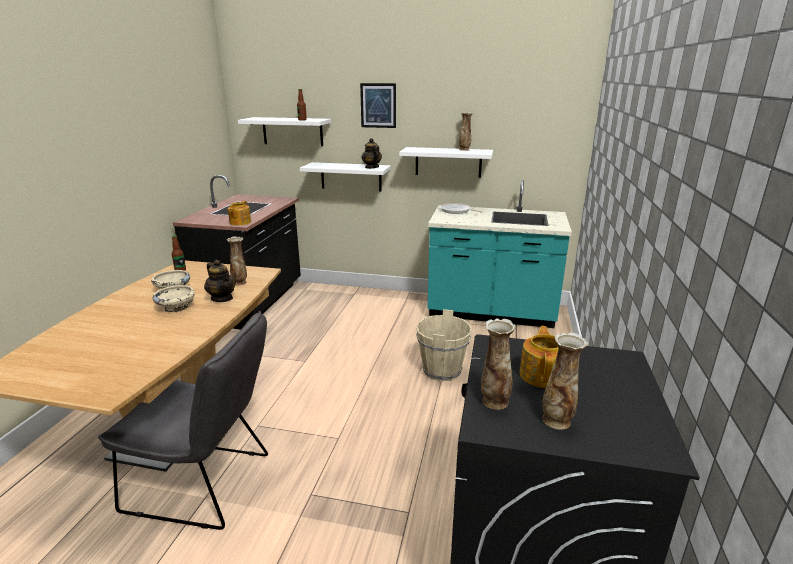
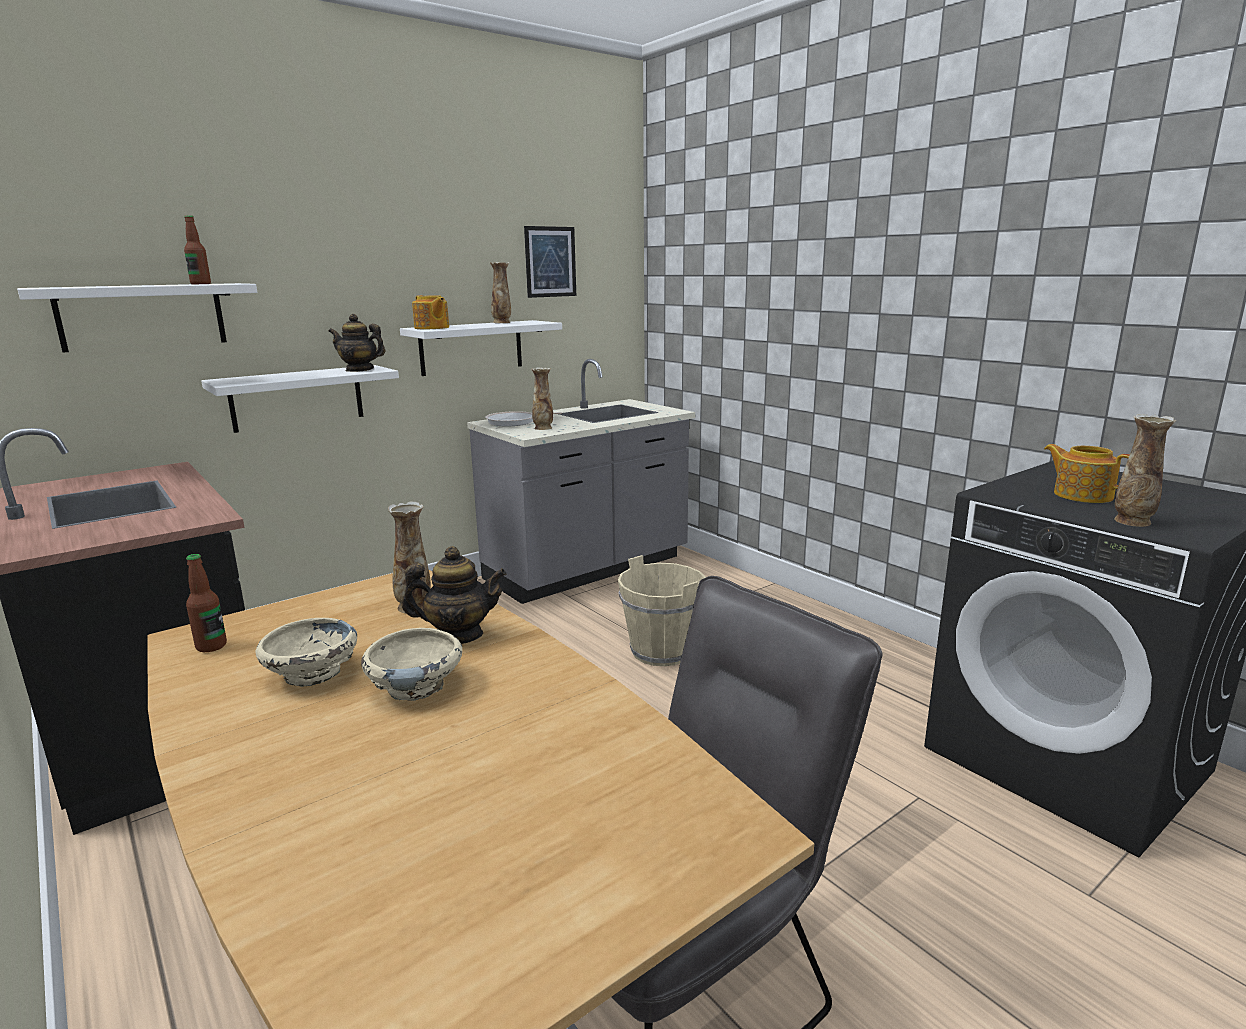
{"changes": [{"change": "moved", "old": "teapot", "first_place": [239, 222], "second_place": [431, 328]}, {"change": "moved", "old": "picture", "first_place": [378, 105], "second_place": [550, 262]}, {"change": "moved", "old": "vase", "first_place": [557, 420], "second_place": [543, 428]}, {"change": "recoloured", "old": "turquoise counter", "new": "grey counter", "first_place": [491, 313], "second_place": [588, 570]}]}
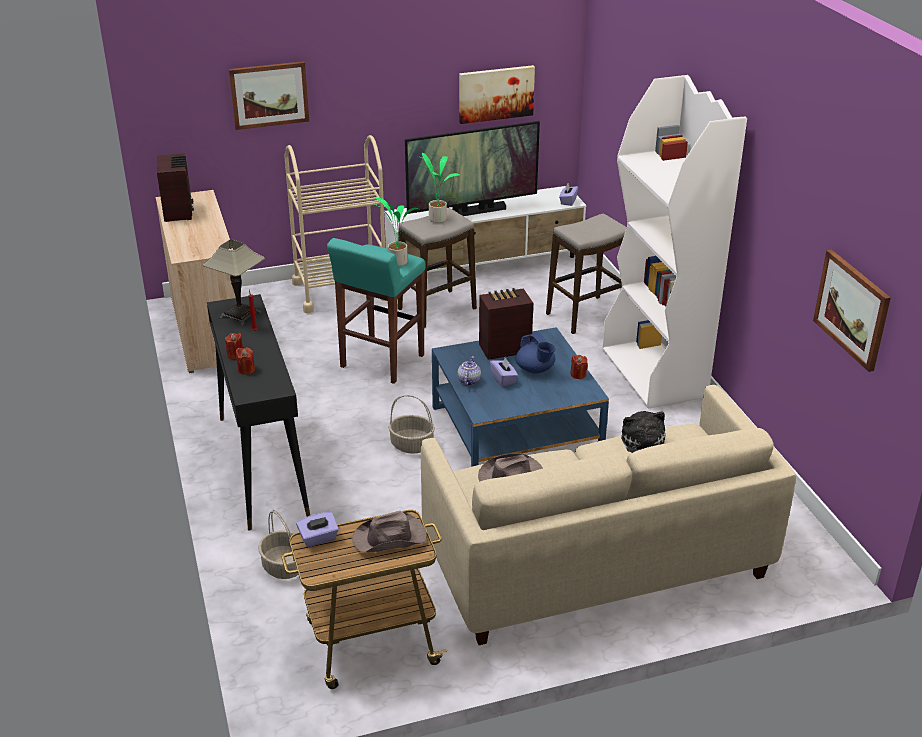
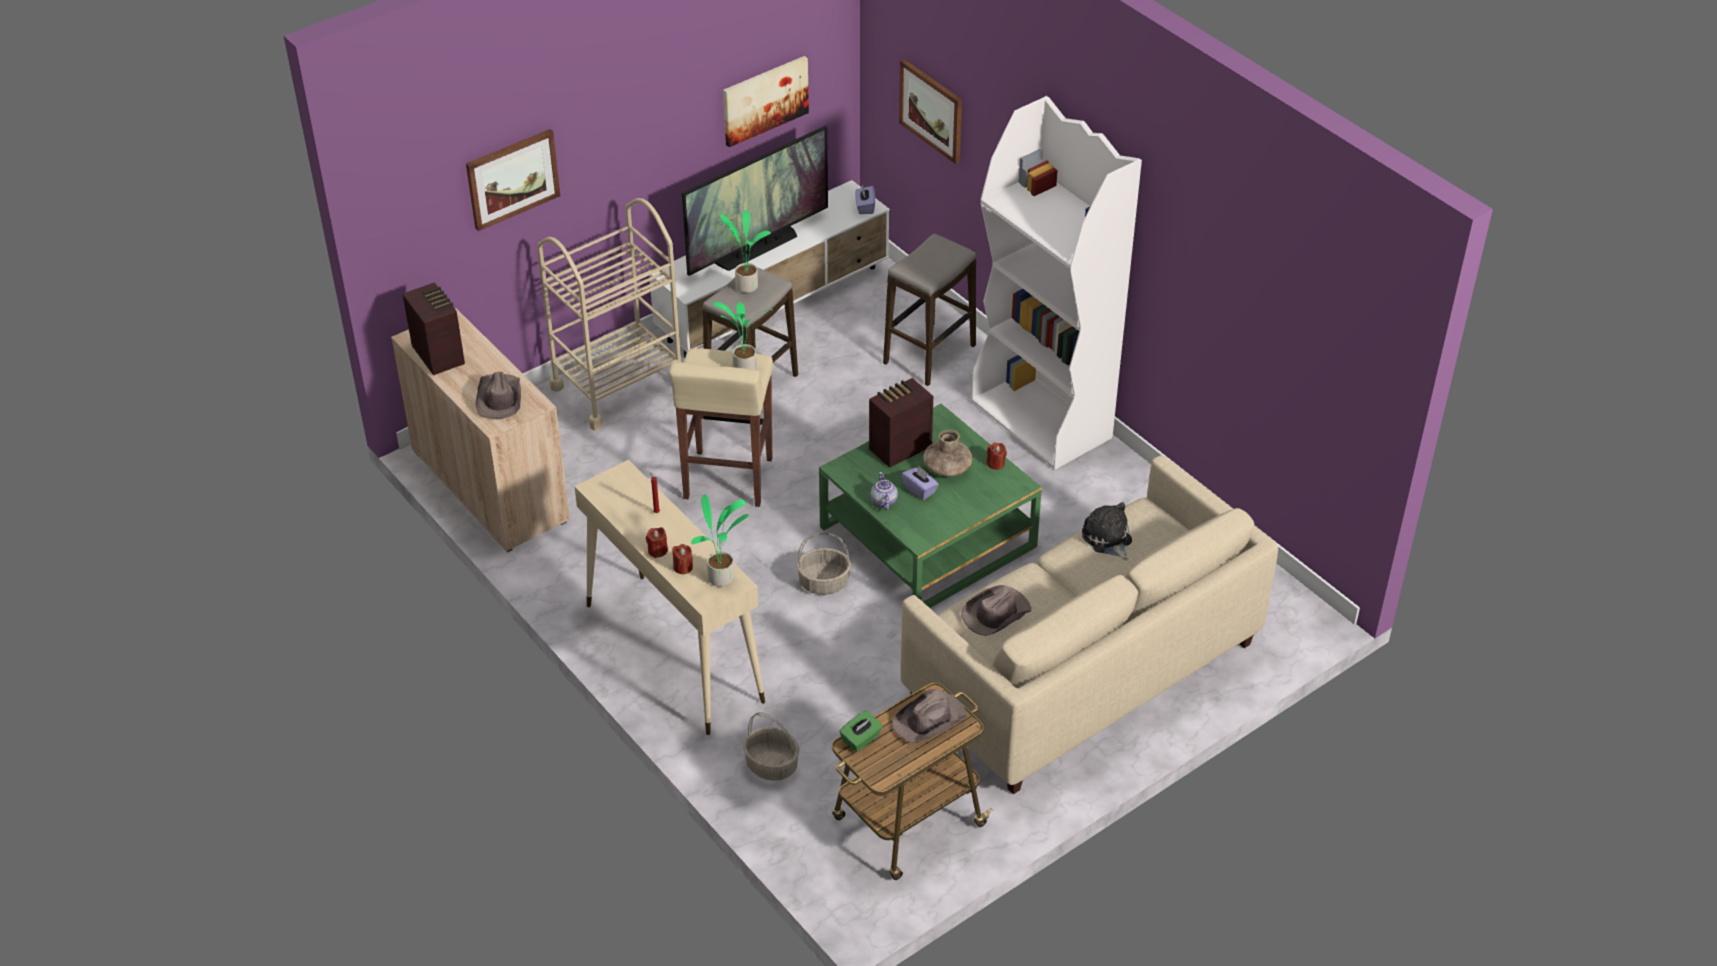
{"changes": [{"change": "removed", "old": "table lamp", "first_place": [240, 315]}, {"change": "added", "new": "brown hat", "second_place": [499, 398]}, {"change": "added", "new": "potted plant", "second_place": [722, 579]}, {"change": "moved", "old": "picture", "first_place": [852, 309], "second_place": [932, 110]}, {"change": "replaced", "old": "blue teapot", "new": "brown vase", "first_place": [535, 369], "second_place": [947, 468]}, {"change": "recoloured", "old": "black console table", "new": "beige console table", "first_place": [262, 465], "second_place": [673, 652]}, {"change": "recoloured", "old": "purple tissue box", "new": "green tissue box", "first_place": [318, 538], "second_place": [861, 739]}, {"change": "recoloured", "old": "turquoise stool", "new": "beige stool", "first_place": [381, 362], "second_place": [727, 480]}, {"change": "recoloured", "old": "blue coffee table", "new": "green coffee table", "first_place": [515, 432], "second_place": [928, 537]}]}
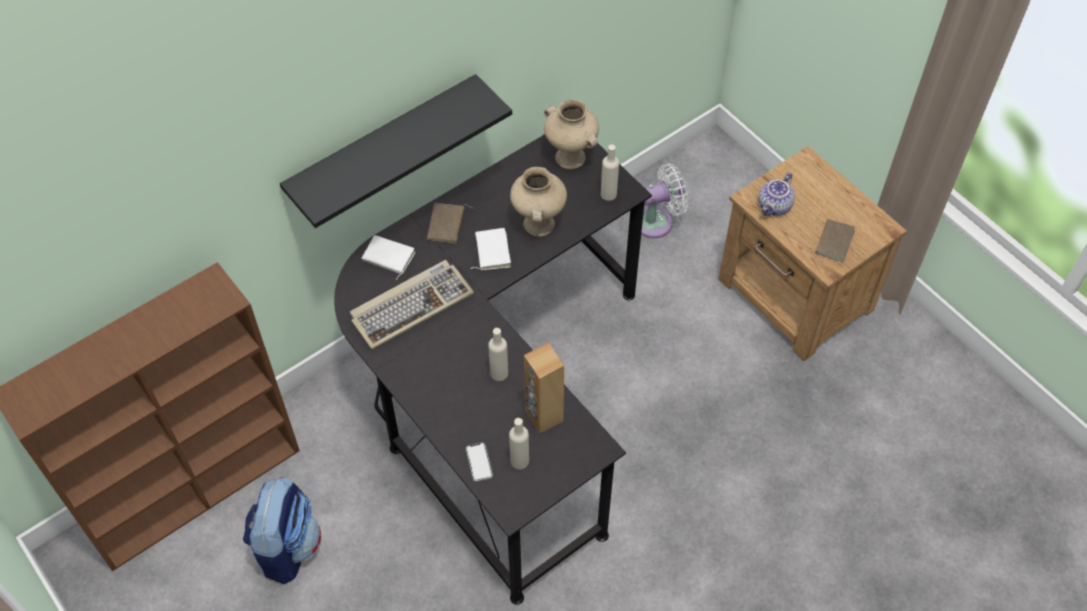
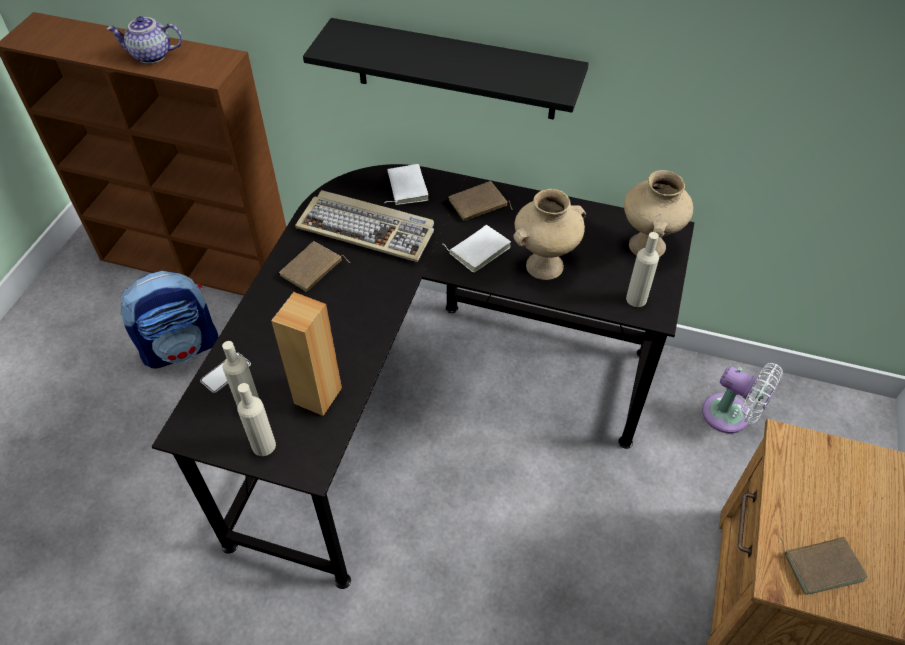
{"changes": [{"change": "added", "new": "brown book", "second_place": [312, 270]}, {"change": "moved", "old": "beige bottle", "first_place": [499, 373], "second_place": [264, 445]}, {"change": "moved", "old": "teapot", "first_place": [775, 207], "second_place": [151, 56]}]}
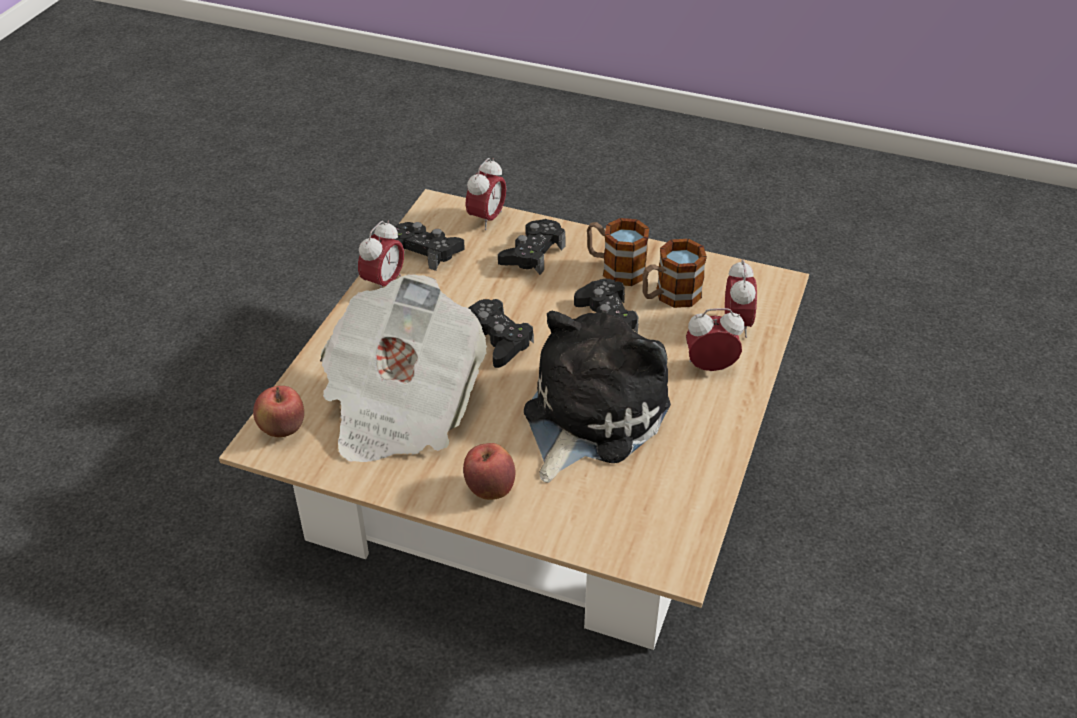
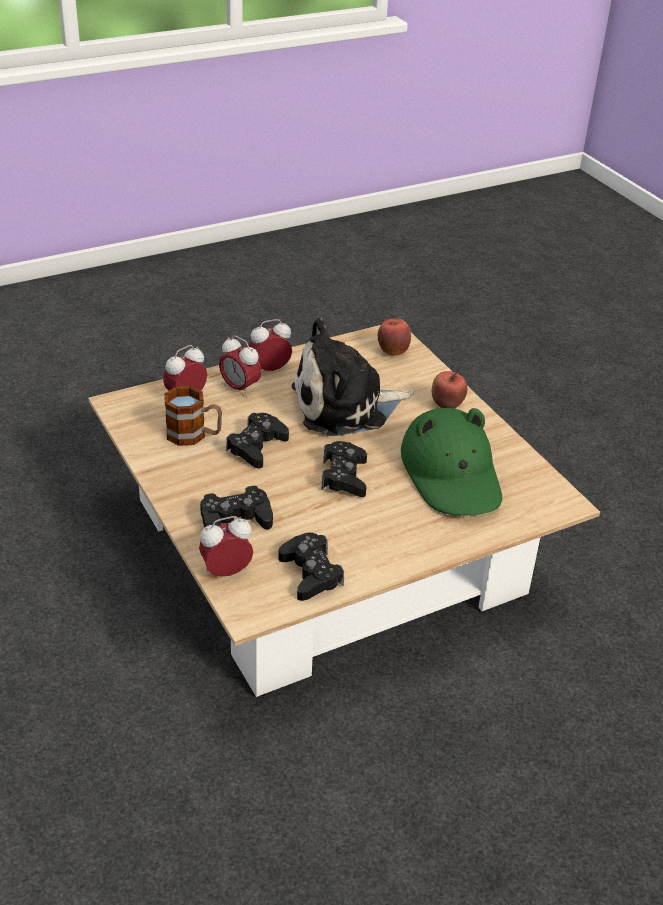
{"changes": [{"change": "removed", "old": "mug", "first_place": [615, 268]}, {"change": "moved", "old": "apple", "first_place": [283, 430], "second_place": [393, 352]}, {"change": "moved", "old": "alarm clock", "first_place": [384, 283], "second_place": [270, 369]}, {"change": "replaced", "old": "newspaper", "new": "green hat", "first_place": [401, 405], "second_place": [452, 474]}]}
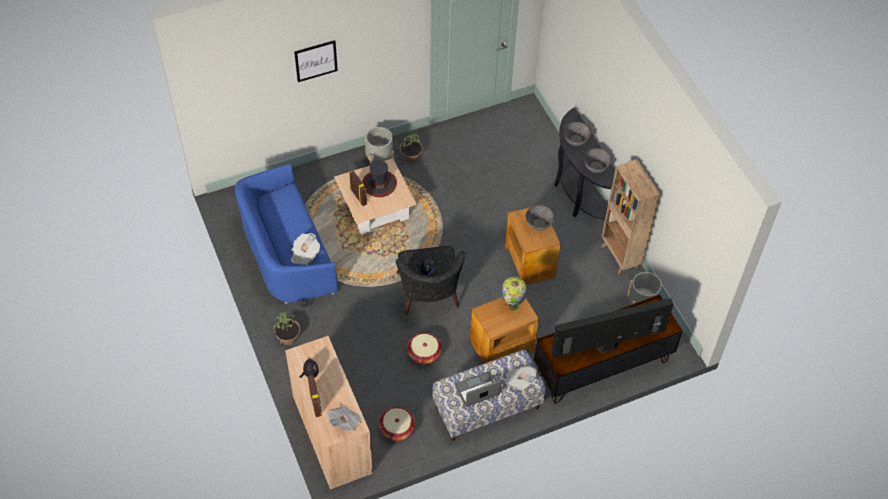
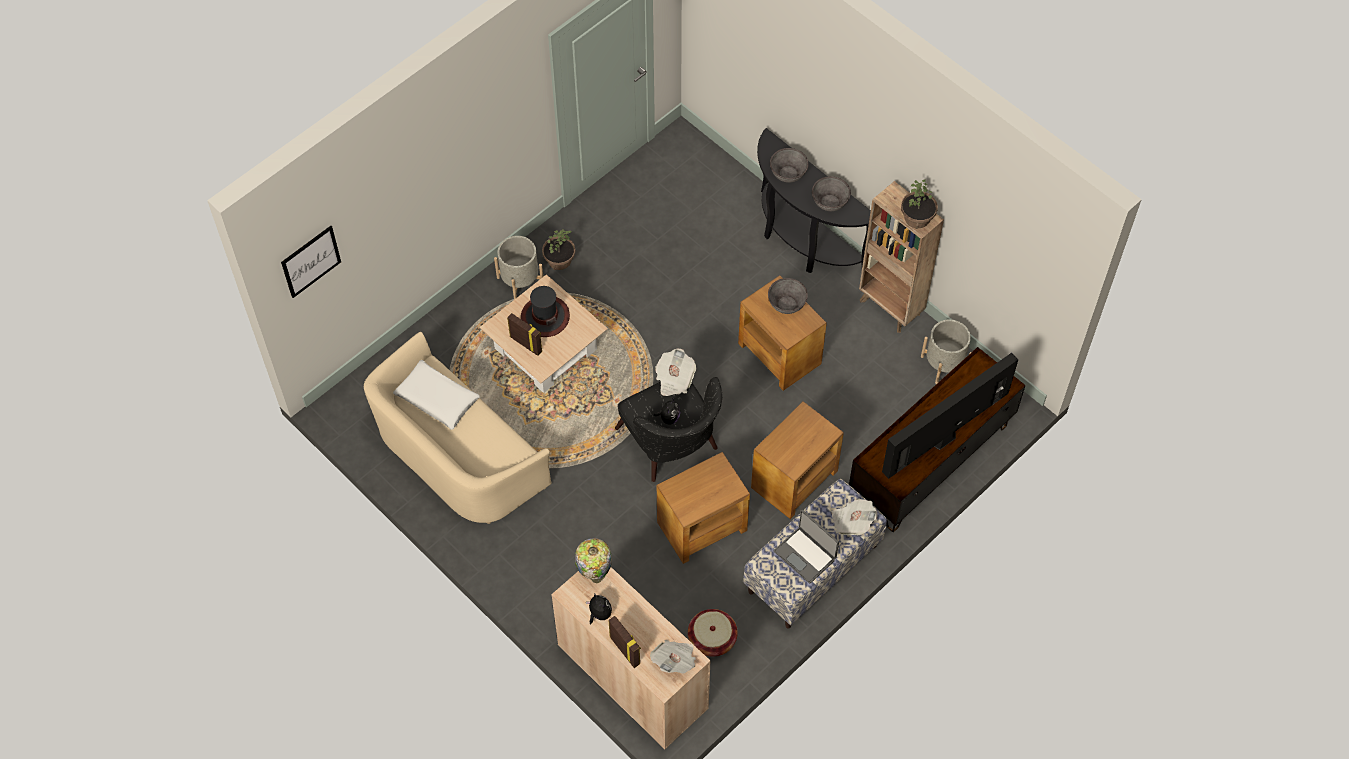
{"changes": [{"change": "added", "new": "white pillow", "second_place": [437, 399]}, {"change": "moved", "old": "potted plant", "first_place": [288, 337], "second_place": [917, 218]}, {"change": "moved", "old": "newspaper", "first_place": [304, 254], "second_place": [674, 379]}, {"change": "moved", "old": "picture", "first_place": [316, 60], "second_place": [311, 261]}, {"change": "moved", "old": "table lamp", "first_place": [512, 305], "second_place": [595, 574]}, {"change": "replaced", "old": "basket", "new": "brown side table", "first_place": [424, 353], "second_place": [701, 526]}, {"change": "recoloured", "old": "blue sofa", "new": "beige sofa", "first_place": [286, 253], "second_place": [457, 454]}, {"change": "turned", "old": "laptop", "first_place": [477, 391], "second_place": [805, 554], "degrees": -90}]}
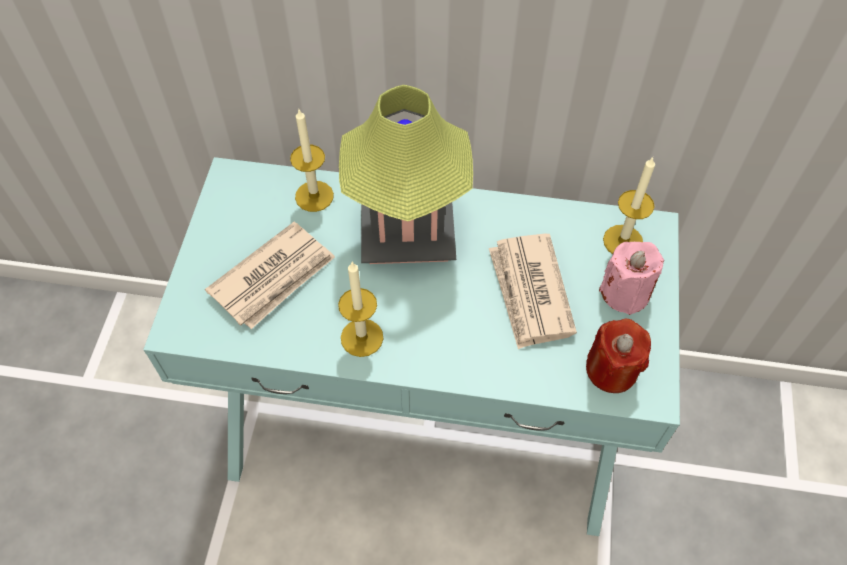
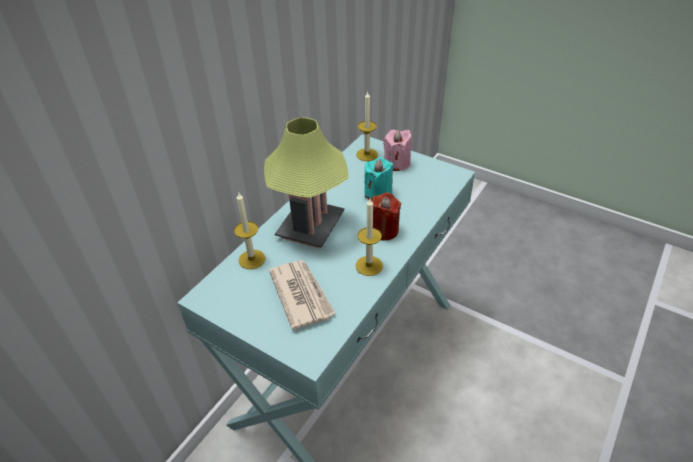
{"changes": [{"change": "moved", "old": "red candle", "first_place": [611, 370], "second_place": [383, 230]}, {"change": "replaced", "old": "newspaper", "new": "turquoise candle", "first_place": [530, 293], "second_place": [378, 193]}]}
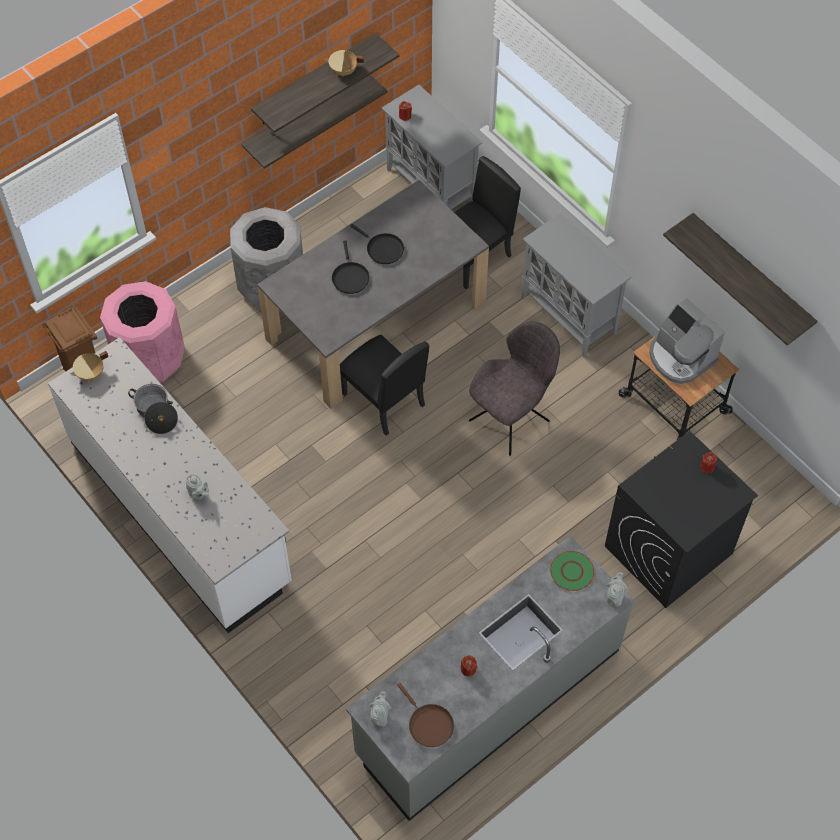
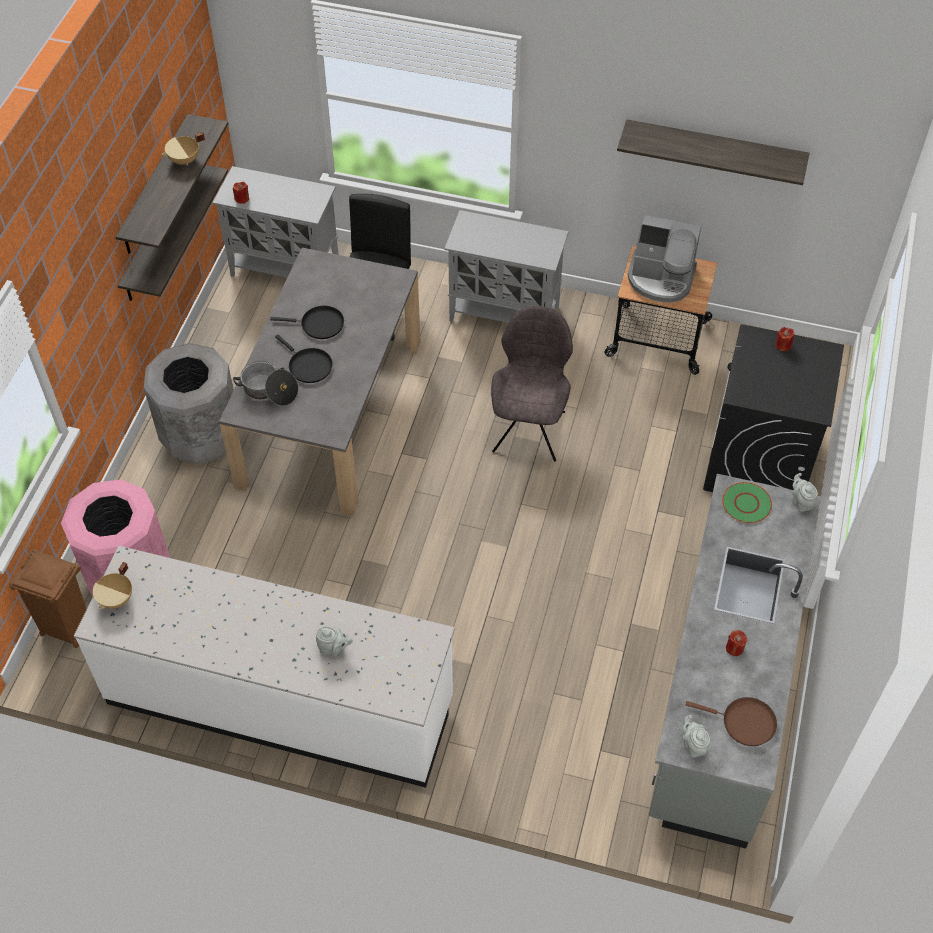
{"changes": [{"change": "removed", "old": "black chair", "first_place": [383, 400]}, {"change": "moved", "old": "cooking pot", "first_place": [156, 413], "second_place": [269, 390]}]}
